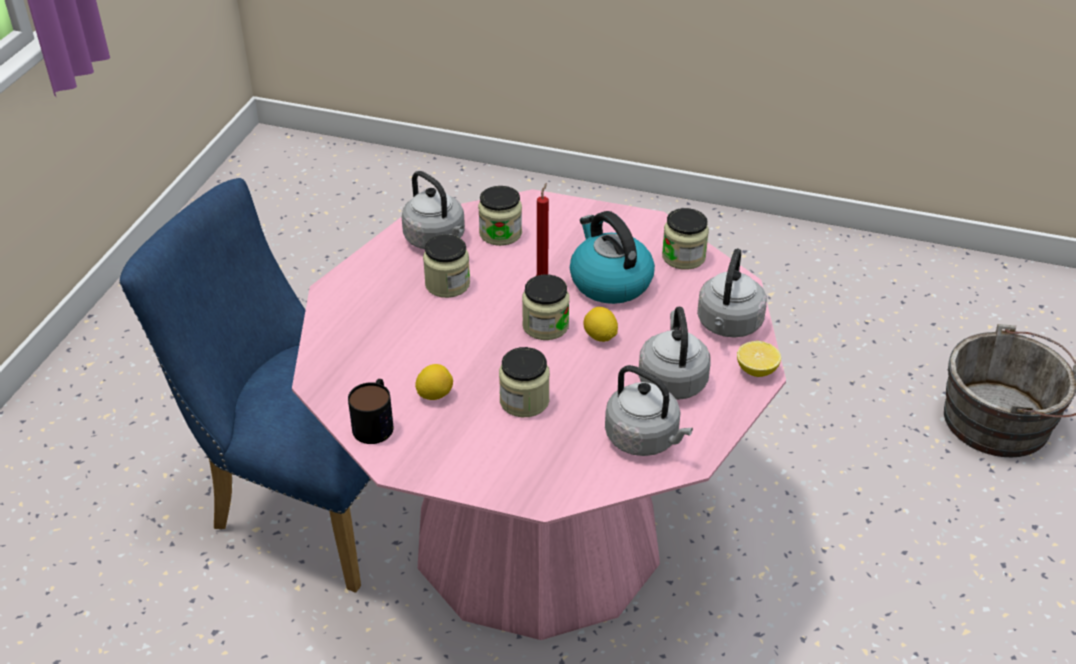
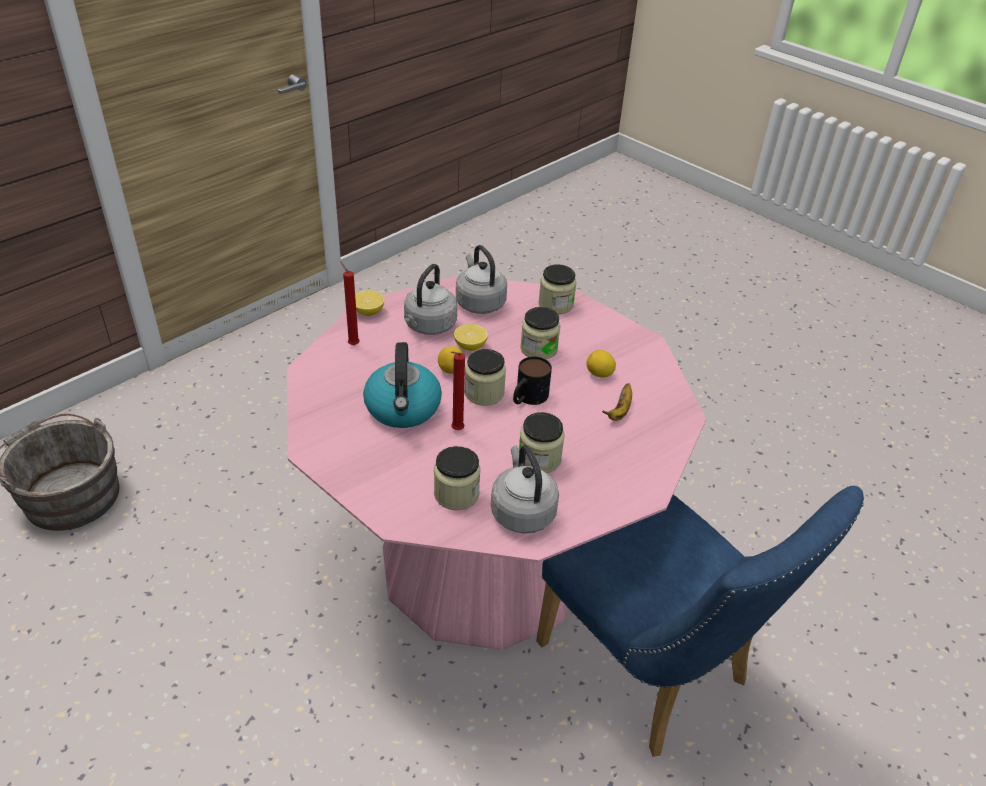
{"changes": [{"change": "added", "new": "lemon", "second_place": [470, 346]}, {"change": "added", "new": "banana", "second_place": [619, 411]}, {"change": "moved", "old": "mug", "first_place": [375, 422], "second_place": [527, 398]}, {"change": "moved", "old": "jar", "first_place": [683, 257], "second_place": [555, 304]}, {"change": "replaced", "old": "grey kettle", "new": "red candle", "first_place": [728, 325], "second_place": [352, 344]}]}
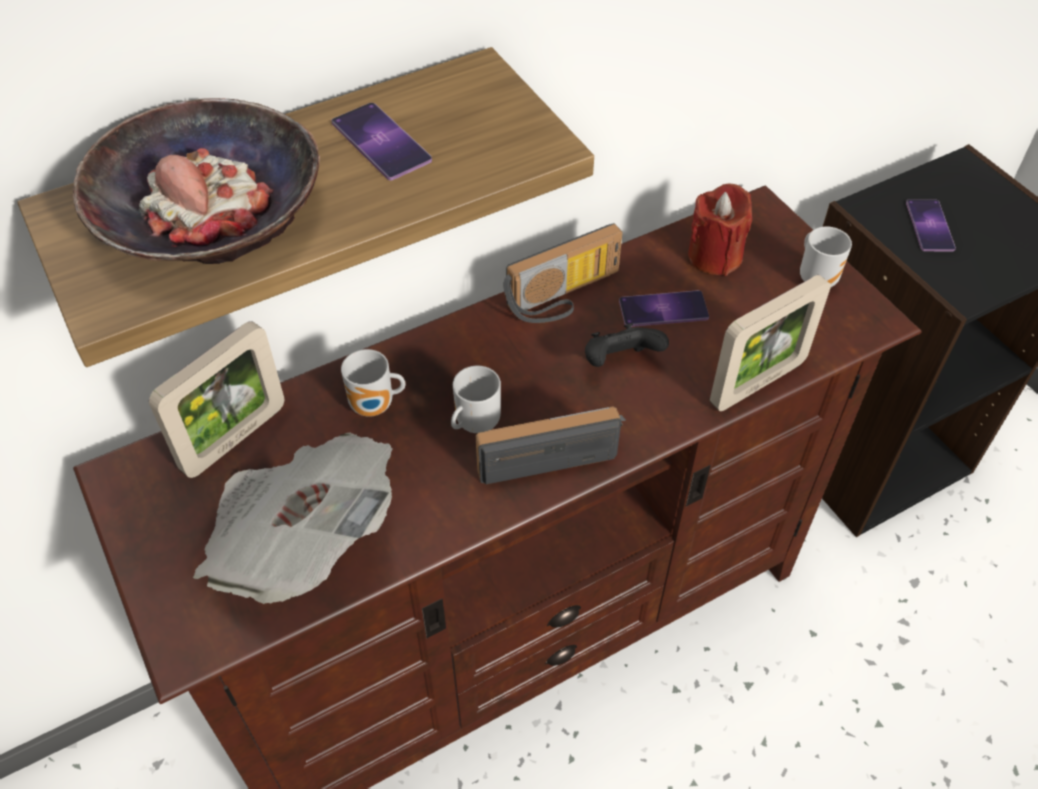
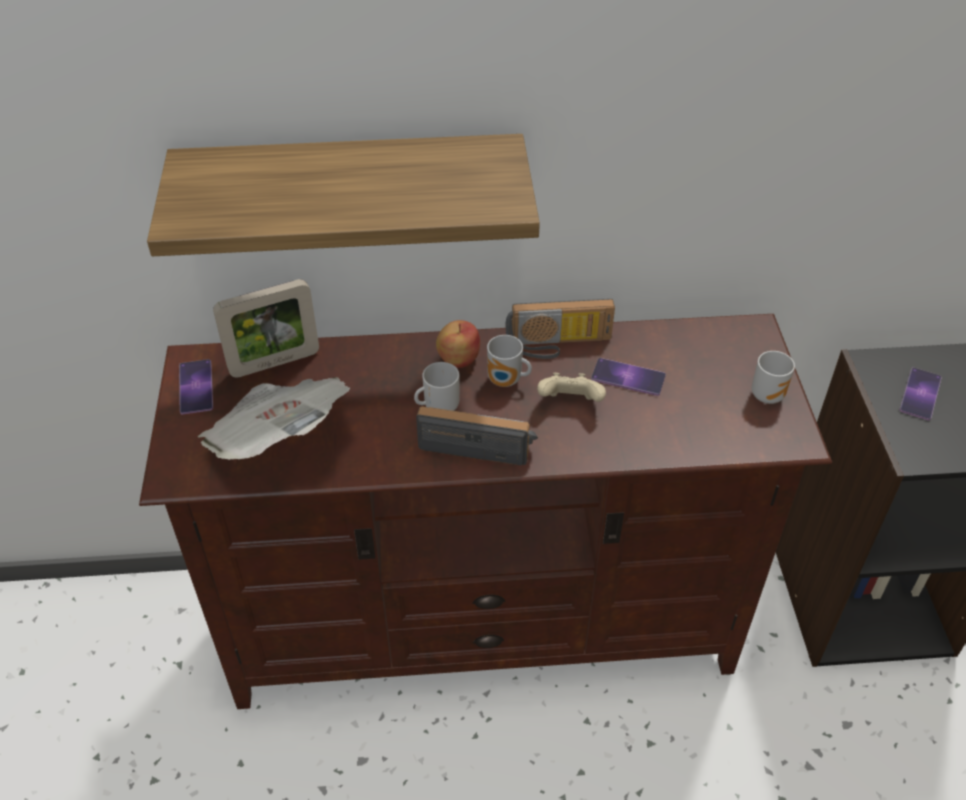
{"changes": [{"change": "removed", "old": "bowl", "first_place": [210, 212]}, {"change": "removed", "old": "red candle", "first_place": [714, 256]}, {"change": "removed", "old": "picture frame", "first_place": [757, 383]}, {"change": "added", "new": "apple", "second_place": [458, 358]}, {"change": "moved", "old": "phone", "first_place": [381, 141], "second_place": [196, 387]}, {"change": "moved", "old": "mug", "first_place": [375, 407], "second_place": [506, 382]}, {"change": "recoloured", "old": "black game controller", "new": "beige game controller", "first_place": [620, 362], "second_place": [570, 403]}]}
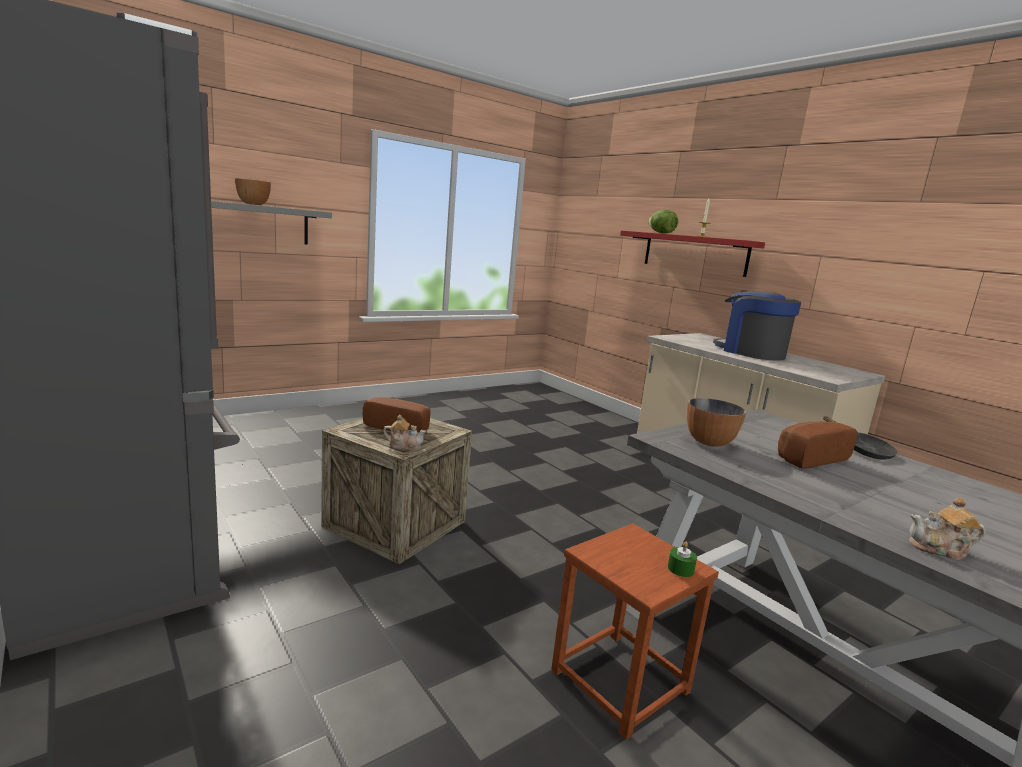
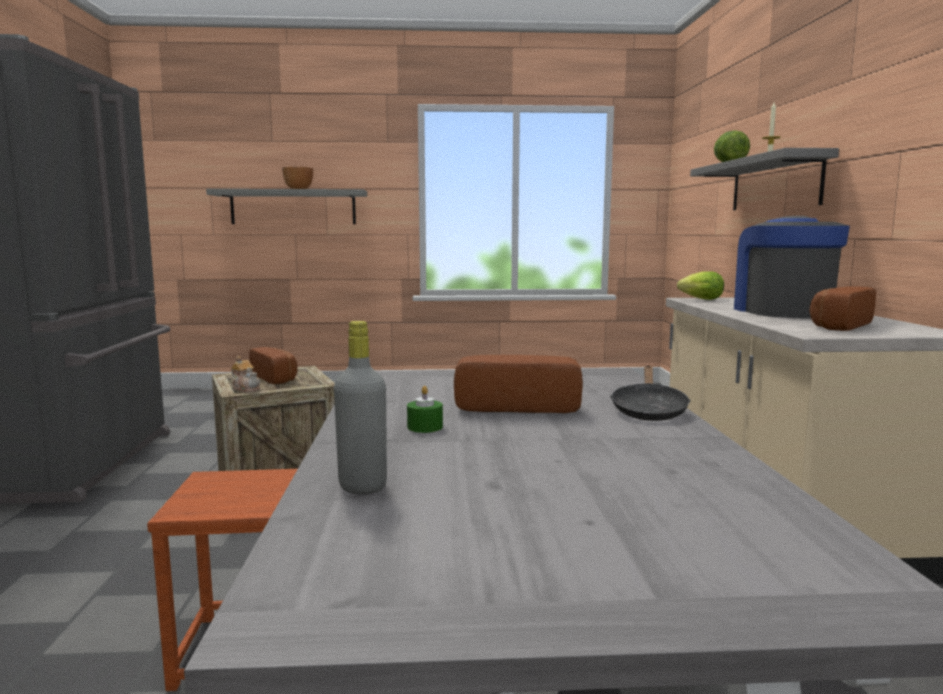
{"changes": [{"change": "removed", "old": "bowl", "first_place": [709, 442]}, {"change": "added", "new": "lettuce", "second_place": [699, 299]}, {"change": "added", "new": "bread", "second_place": [837, 325]}, {"change": "moved", "old": "green candle", "first_place": [680, 569], "second_place": [425, 427]}, {"change": "replaced", "old": "teapot", "new": "grey bottle", "first_place": [940, 549], "second_place": [362, 486]}, {"change": "recoloured", "old": "red shelf", "new": "grey shelf", "first_place": [694, 253], "second_place": [774, 184]}]}
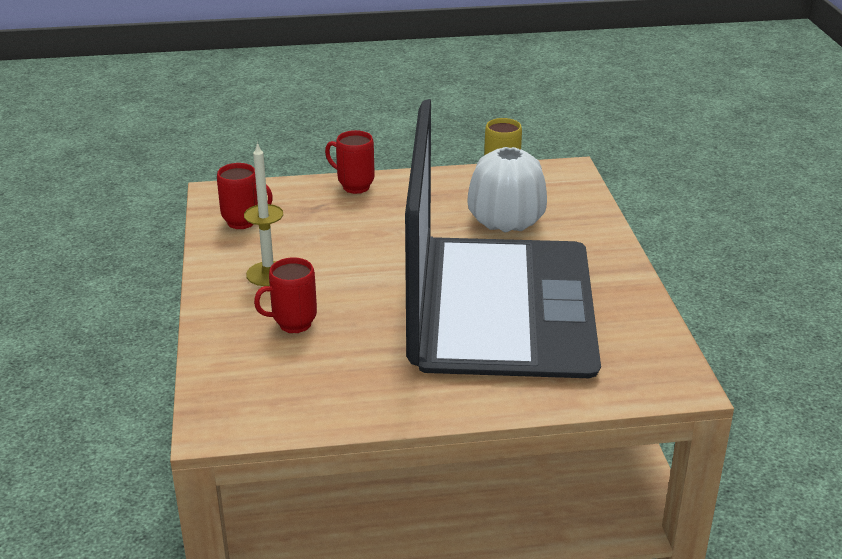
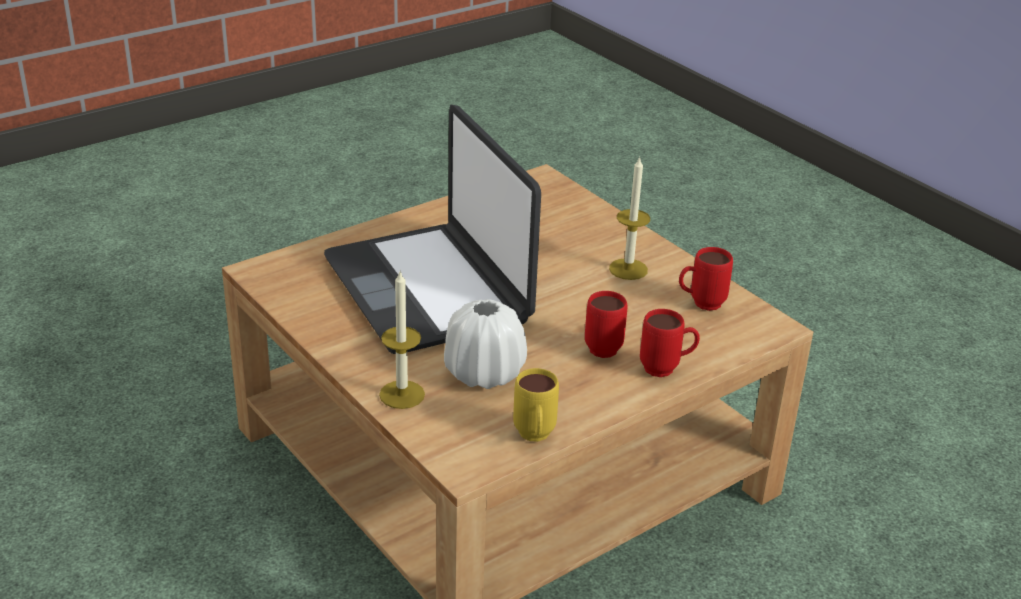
{"changes": [{"change": "added", "new": "candle", "second_place": [402, 394]}, {"change": "moved", "old": "red mug", "first_place": [286, 327], "second_place": [607, 346]}]}
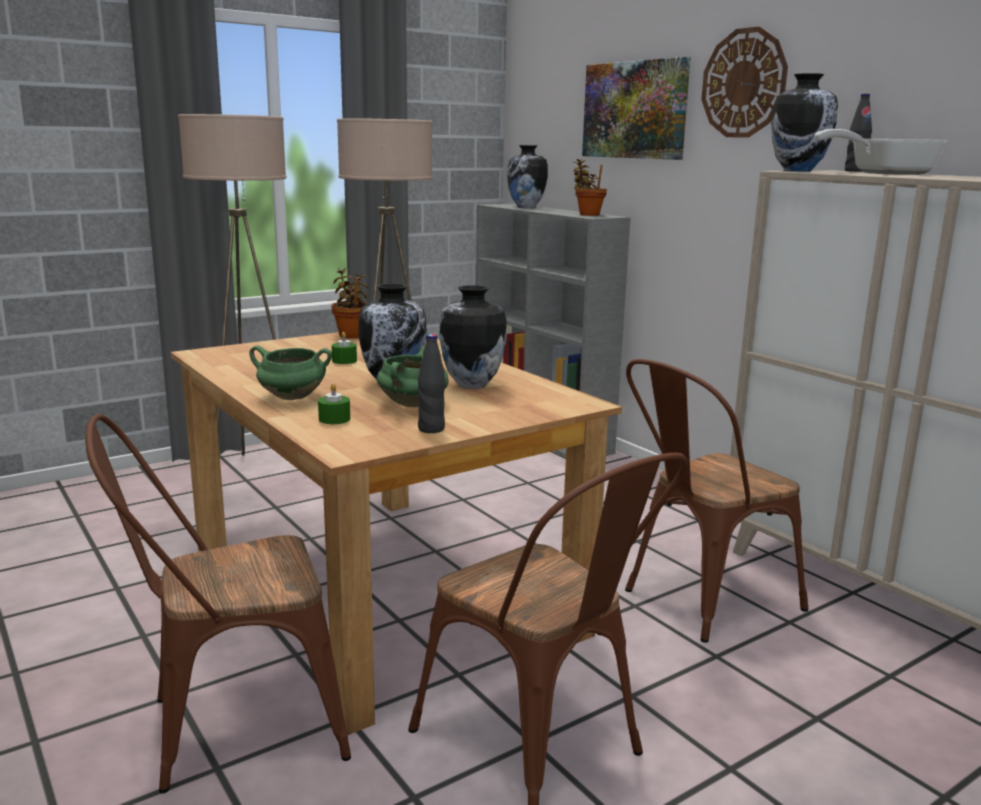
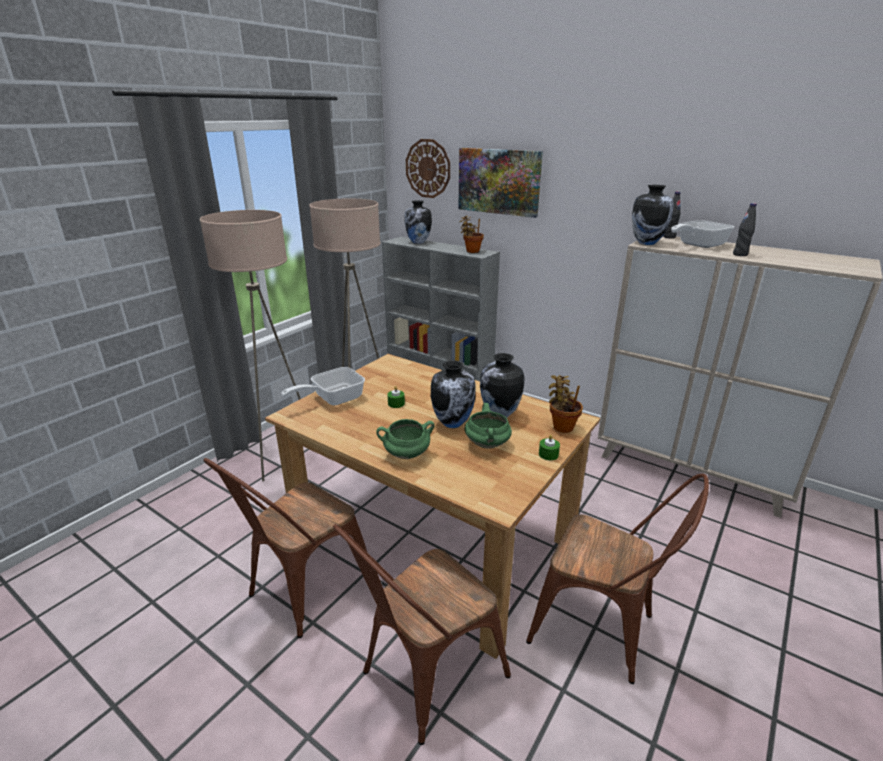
{"changes": [{"change": "added", "new": "frying pan", "second_place": [332, 399]}, {"change": "moved", "old": "green candle", "first_place": [334, 419], "second_place": [548, 454]}, {"change": "moved", "old": "potted plant", "first_place": [352, 335], "second_place": [561, 426]}, {"change": "moved", "old": "black bottle", "first_place": [431, 429], "second_place": [740, 254]}, {"change": "moved", "old": "brown chair", "first_place": [700, 601], "second_place": [303, 591]}, {"change": "moved", "old": "wall clock", "first_place": [744, 83], "second_place": [428, 168]}]}
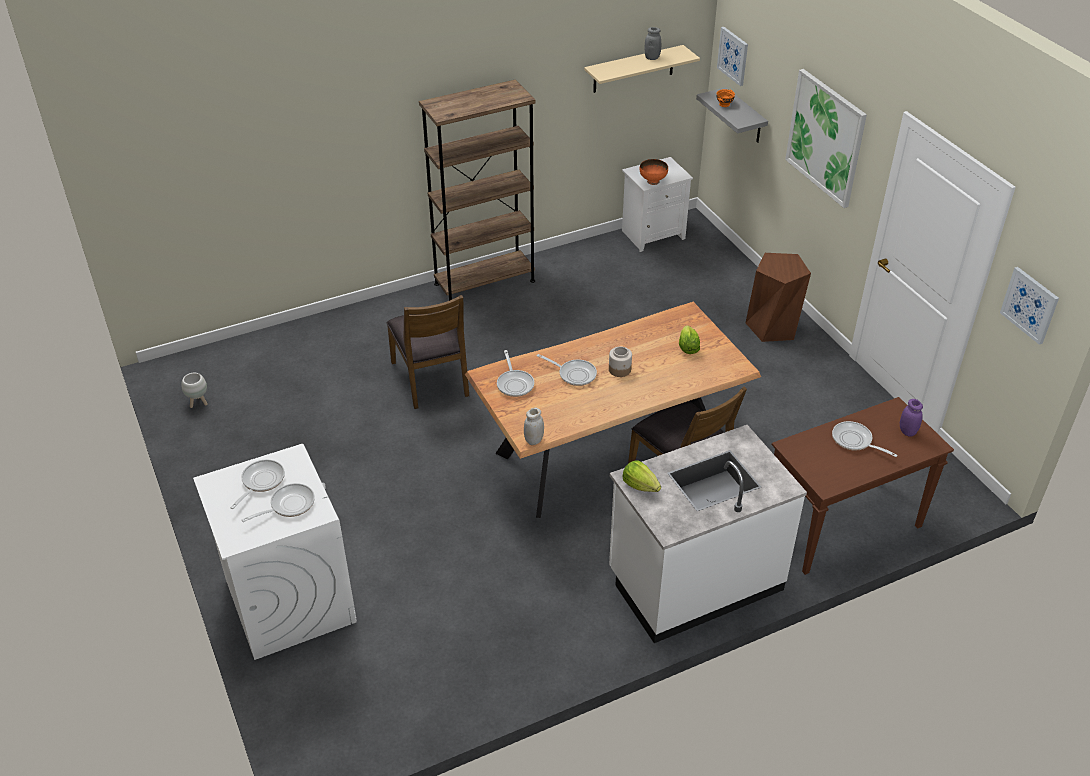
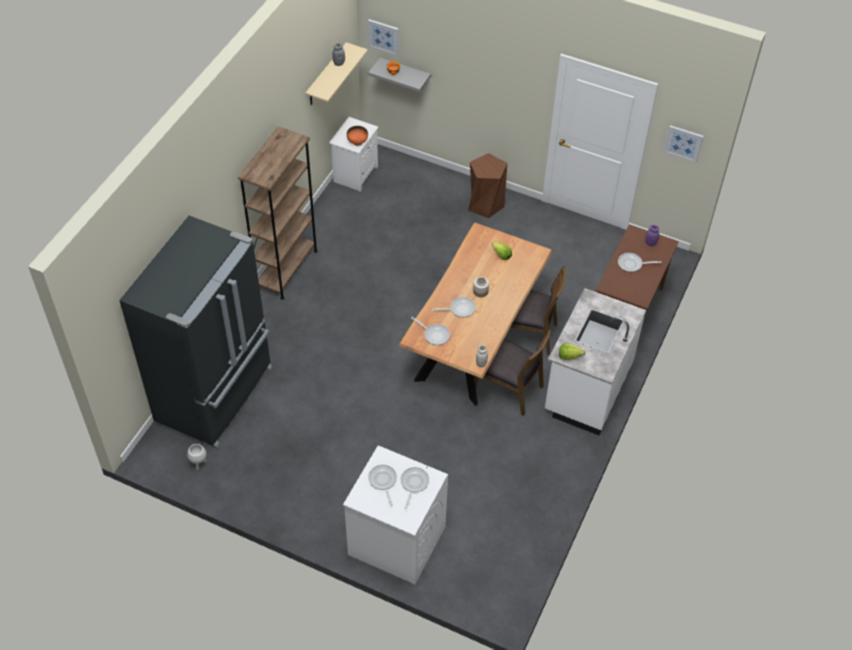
{"changes": [{"change": "removed", "old": "picture", "first_place": [826, 137]}, {"change": "added", "new": "black fridge", "second_place": [217, 395]}, {"change": "moved", "old": "brown chair", "first_place": [431, 378], "second_place": [508, 388]}]}
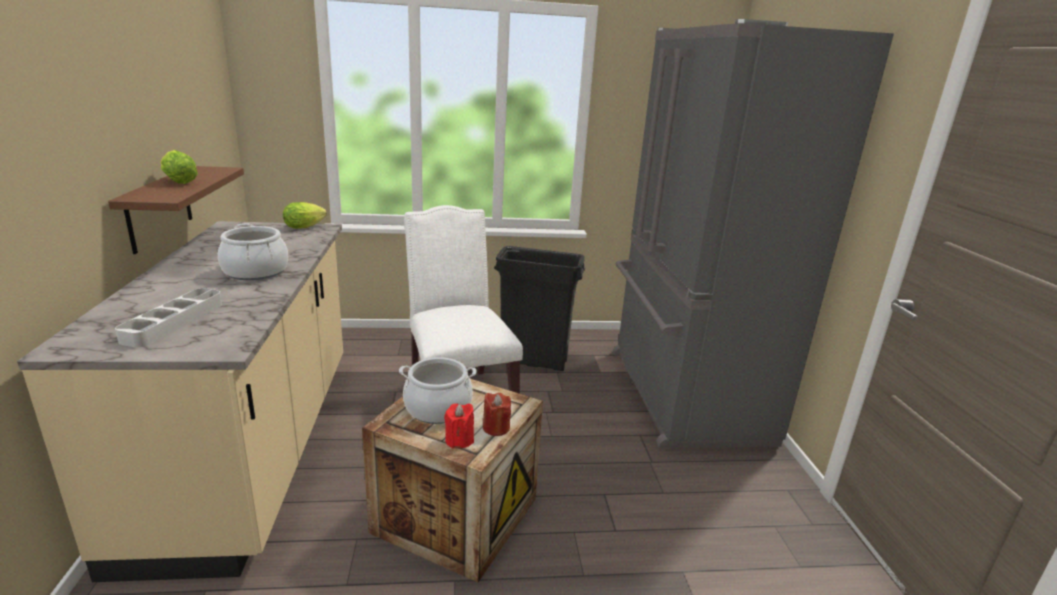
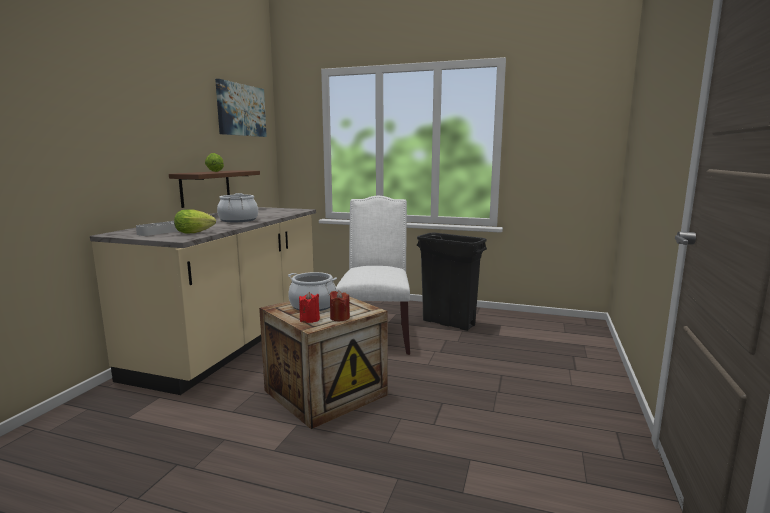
{"changes": [{"change": "removed", "old": "grey fridge", "first_place": [682, 395]}, {"change": "added", "new": "picture", "second_place": [241, 110]}, {"change": "moved", "old": "lettuce", "first_place": [306, 227], "second_place": [196, 233]}]}
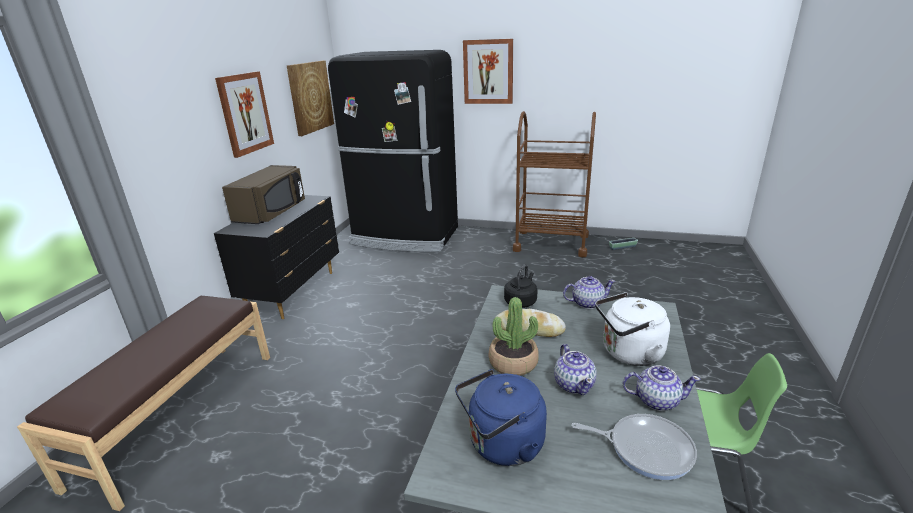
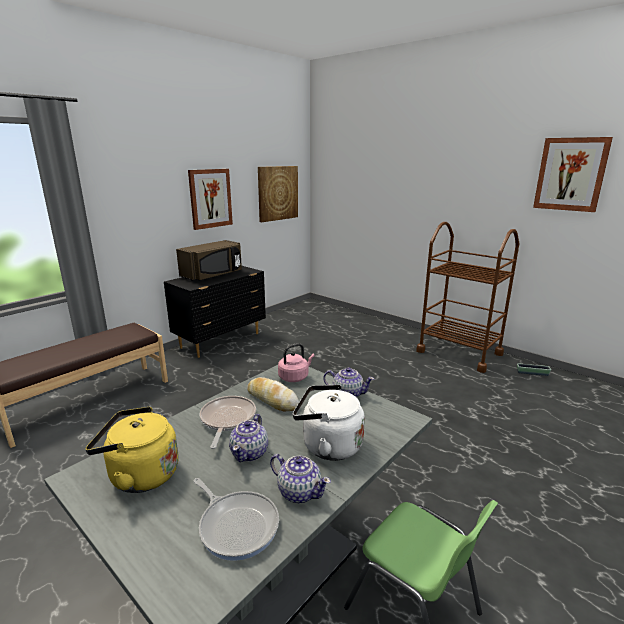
{"changes": [{"change": "removed", "old": "black fridge", "first_place": [405, 236]}, {"change": "moved", "old": "picture", "first_place": [488, 72], "second_place": [570, 174]}, {"change": "replaced", "old": "potted plant", "new": "frying pan", "first_place": [513, 363], "second_place": [227, 420]}, {"change": "recoloured", "old": "blue kettle", "new": "yellow kettle", "first_place": [502, 445], "second_place": [140, 475]}, {"change": "recoloured", "old": "black kettle", "new": "pink kettle", "first_place": [521, 301], "second_place": [295, 377]}]}
